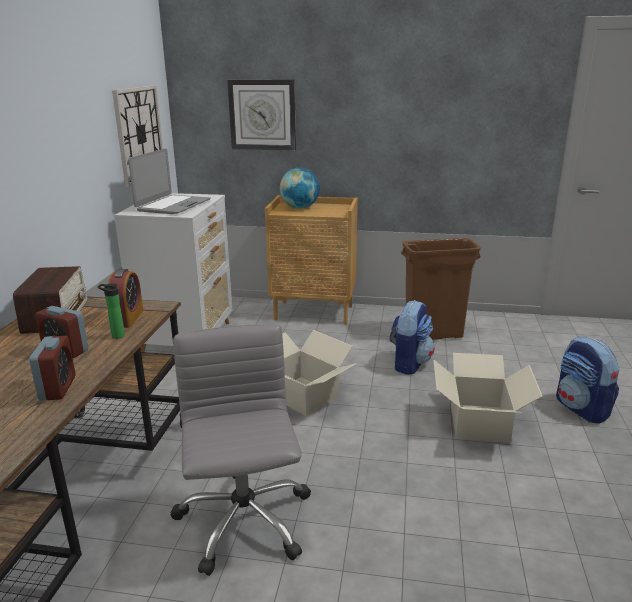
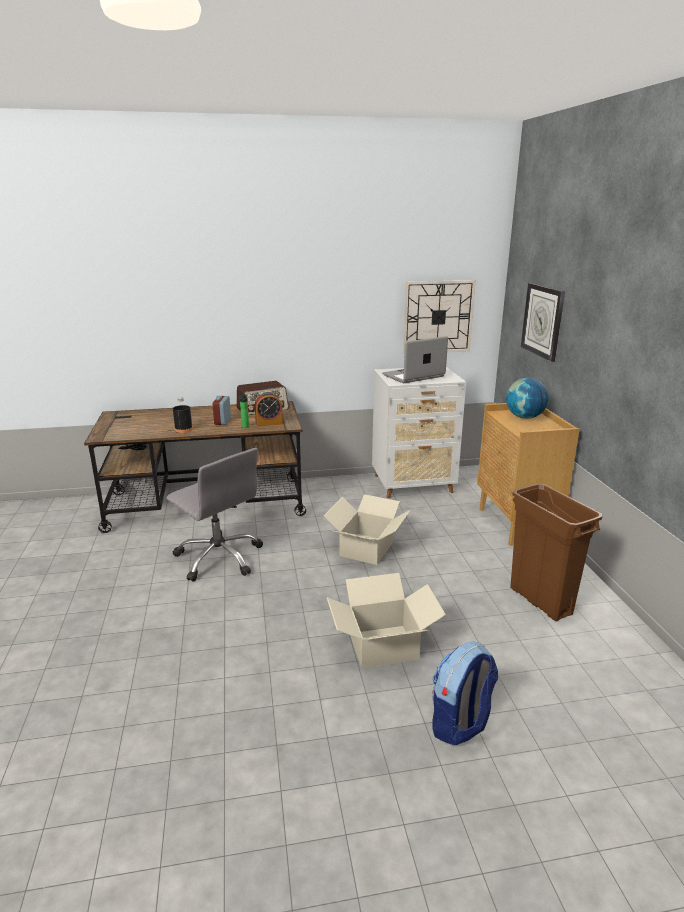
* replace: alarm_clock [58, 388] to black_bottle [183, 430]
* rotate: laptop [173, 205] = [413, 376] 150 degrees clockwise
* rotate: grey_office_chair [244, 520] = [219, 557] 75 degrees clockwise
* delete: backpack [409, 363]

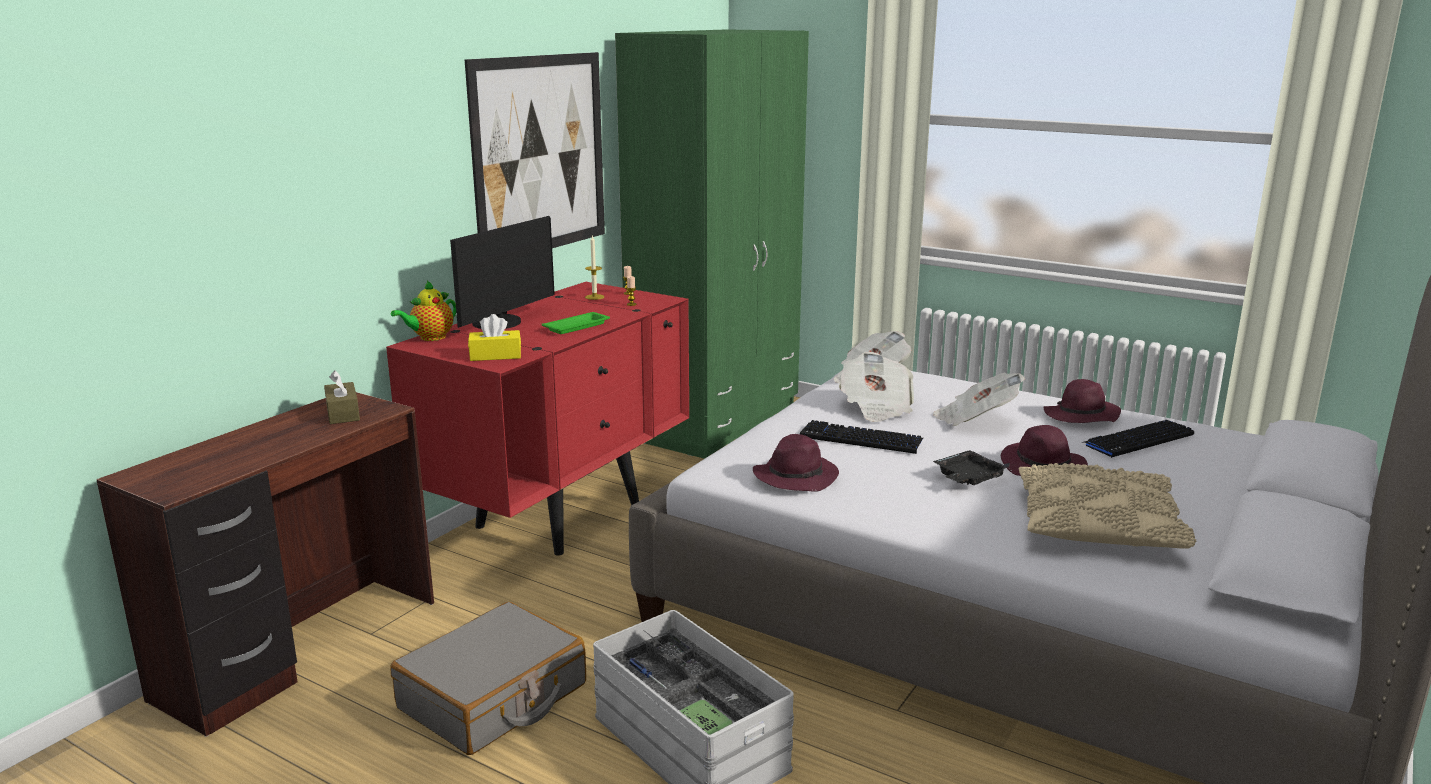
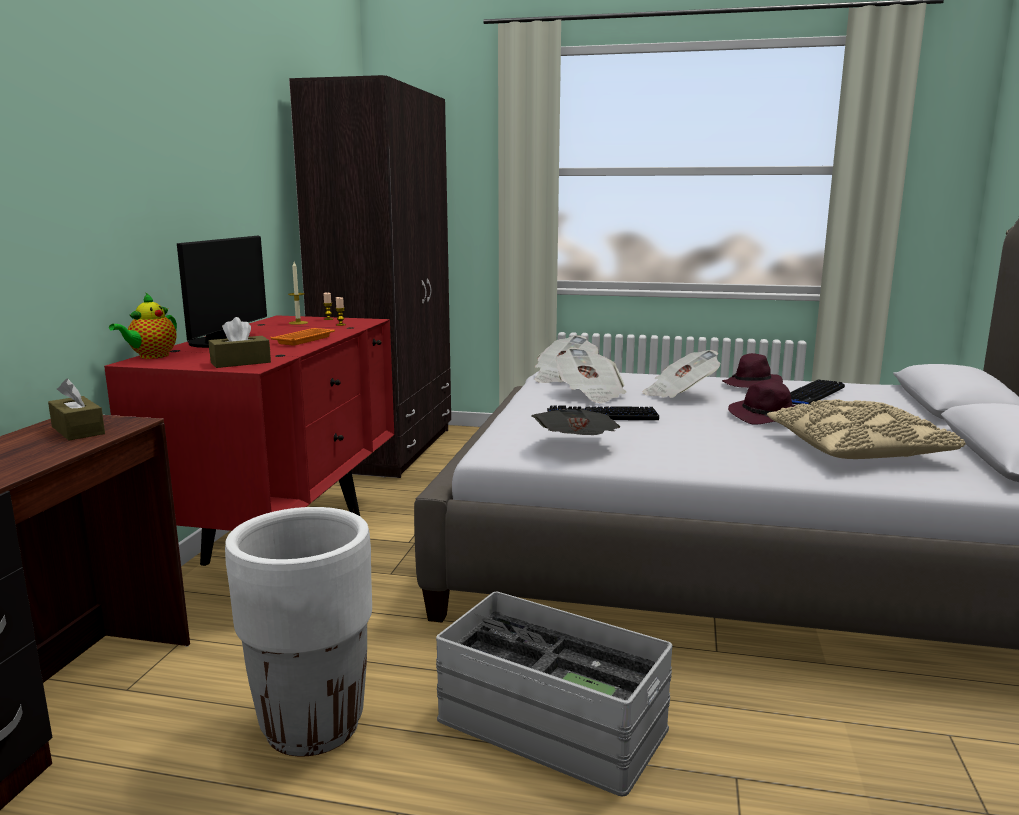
* replace: grey_suitcase [493, 697] to white_planter [312, 726]
* delete: picture [540, 155]
* recolor: yellow_tissue_box [495, 355] to brown_tissue_box [240, 362]
* recolor: green_tray [577, 326] to orange_tray [305, 340]
* recolor: green_wardrobe [717, 422] to brown_wardrobe [390, 449]
* replace: purple_hat [796, 476] to newspaper [576, 446]
* delete: black_tray [967, 478]

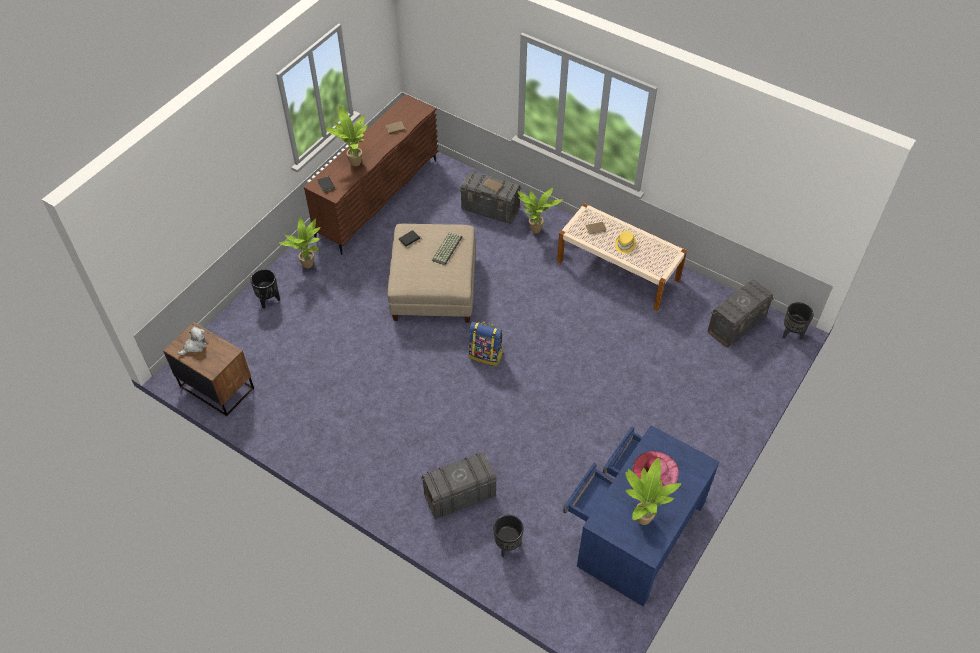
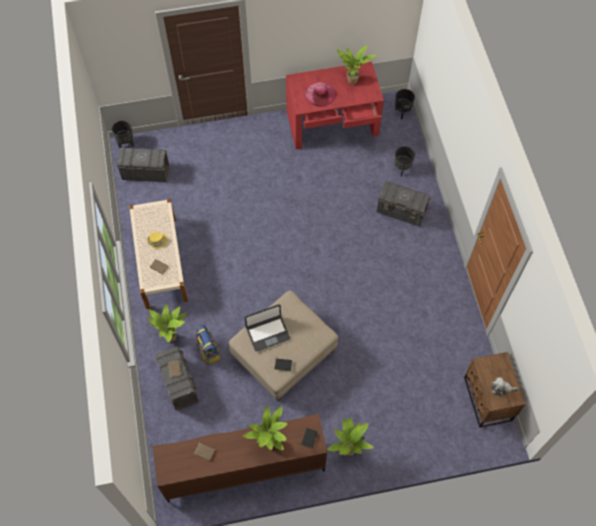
* move: black_planter [269, 300] to [402, 113]
* replace: keyboard [447, 249] to laptop [267, 333]
* move: backpack [486, 355] to [208, 351]
* recolor: blue_desk [633, 531] to red_desk [334, 127]

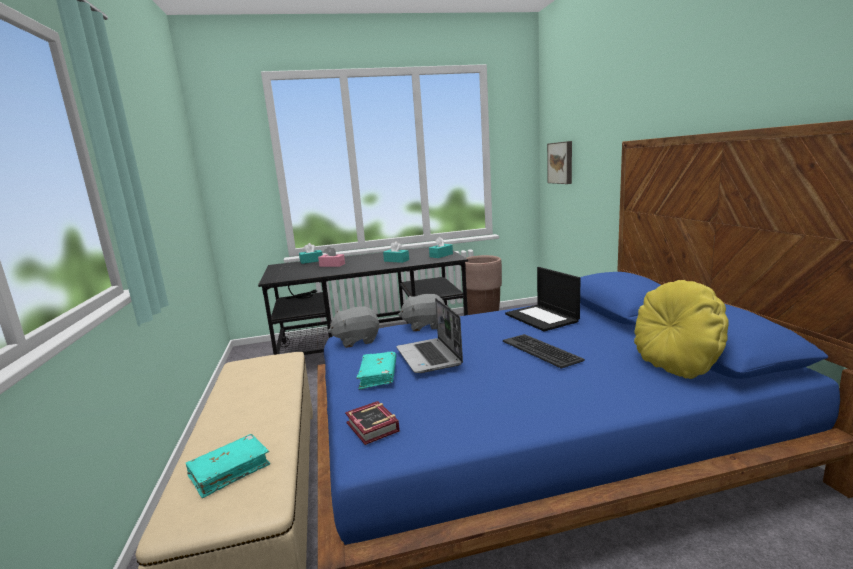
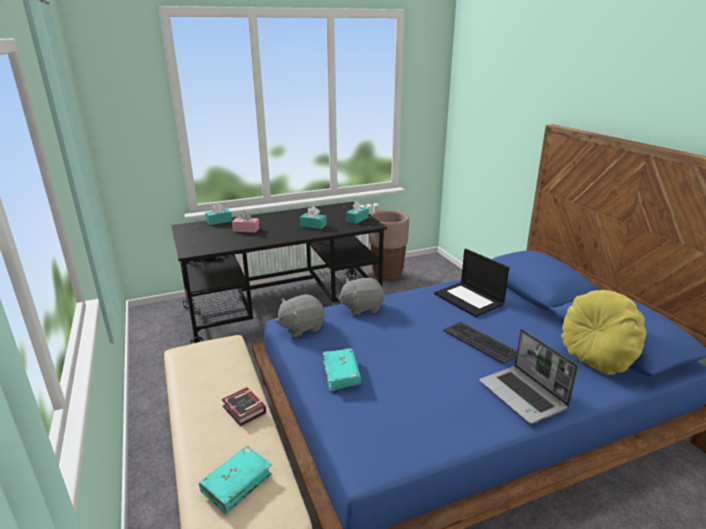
* move: book [372, 429] to [244, 411]
* move: laptop [429, 357] to [523, 395]
* delete: picture [561, 162]

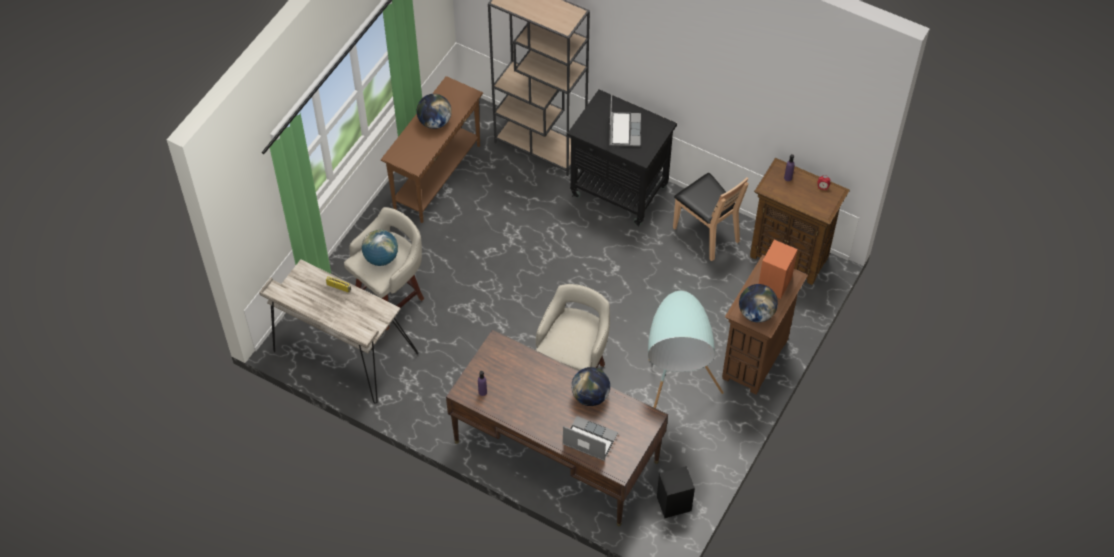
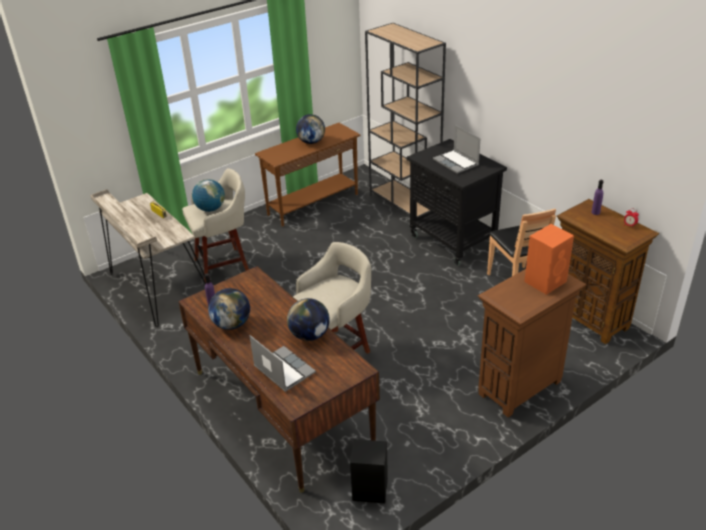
* rotate: laptop [624, 130] = [456, 162] 120 degrees clockwise
* delete: turquoise_floor_lamp [673, 406]
* move: globe [756, 313] to [232, 324]

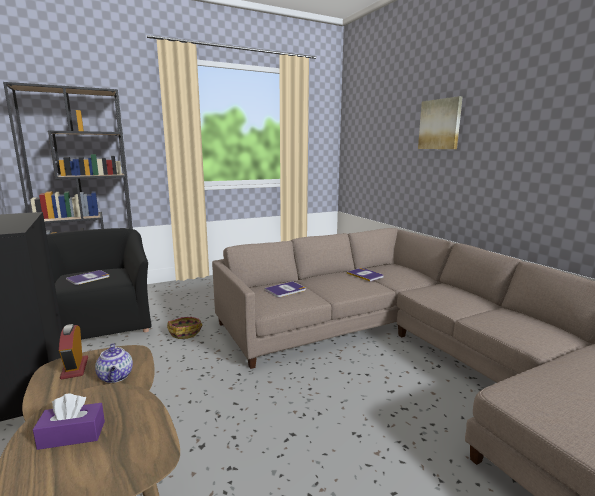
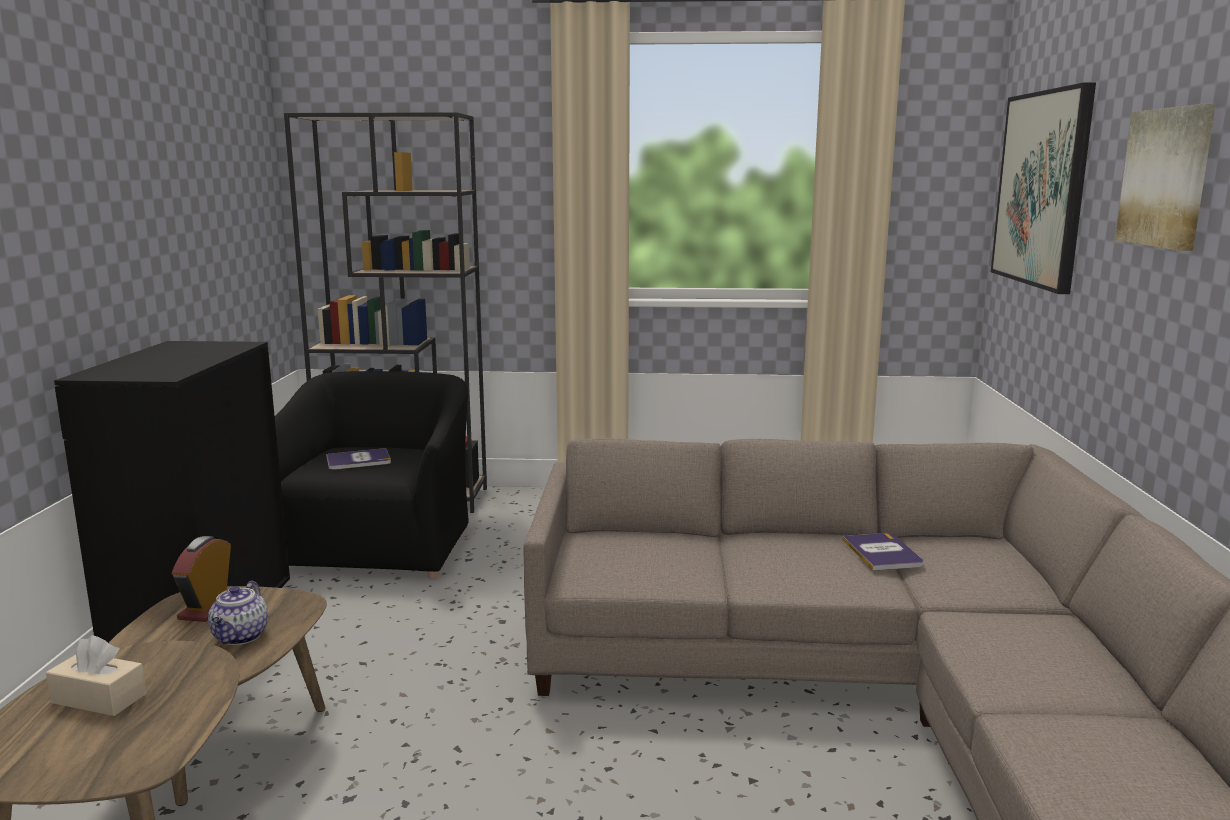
* recolor: purple_tissue_box [72, 435] to beige_tissue_box [99, 698]
* delete: basket [185, 332]
* delete: book [285, 290]
* insert: picture [1042, 188]

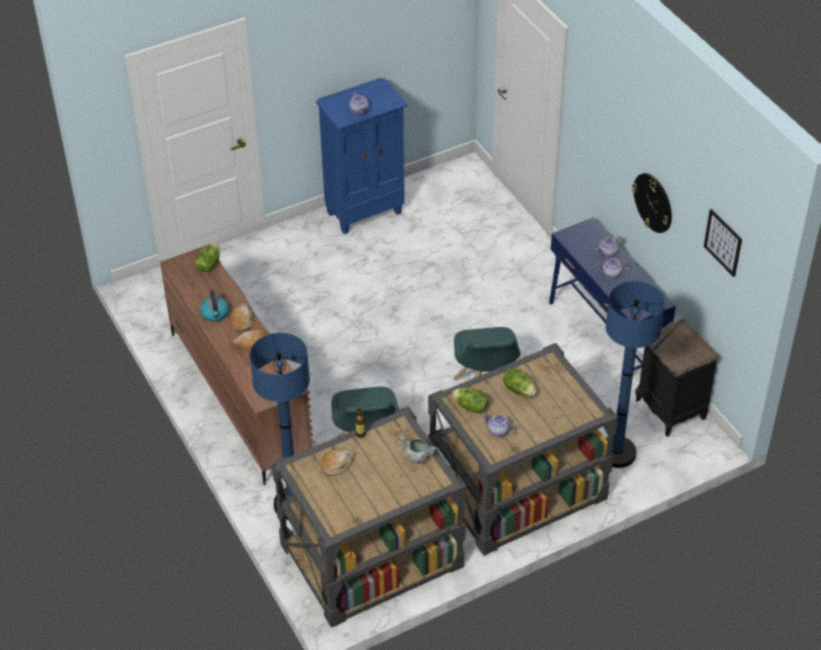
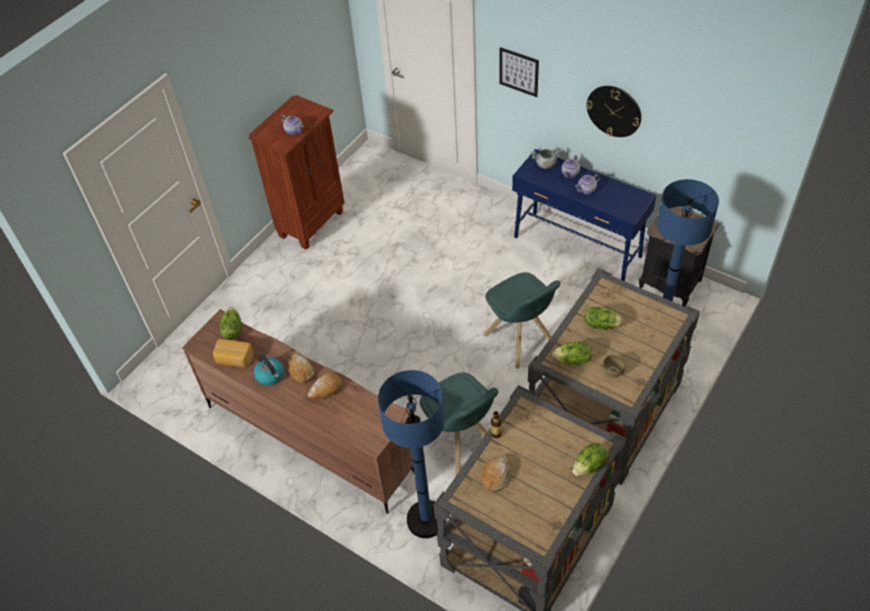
* recolor: blue_cabinet [365, 213] to brown_cabinet [312, 225]
* move: grey_cooking_pot [417, 457] to [545, 164]
* replace: teapot [498, 431] to brown_bowl [613, 372]
* move: picture [723, 242] to [519, 71]
* insert: bread [234, 359]
* insert: lettuce [590, 466]

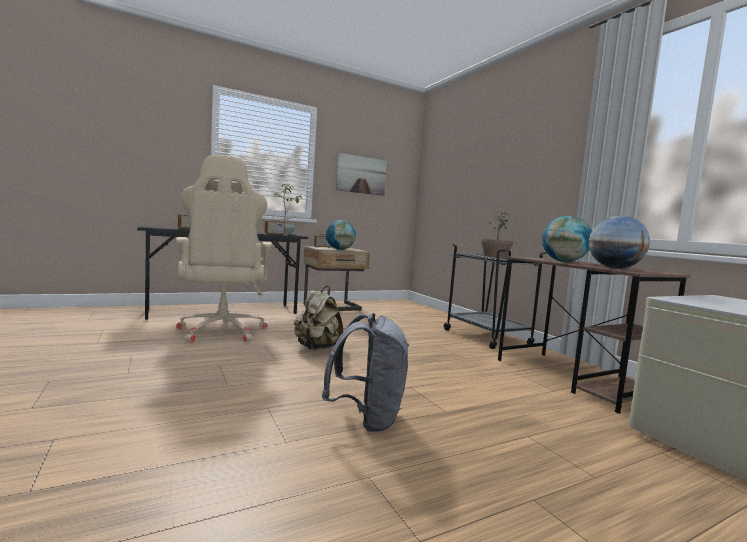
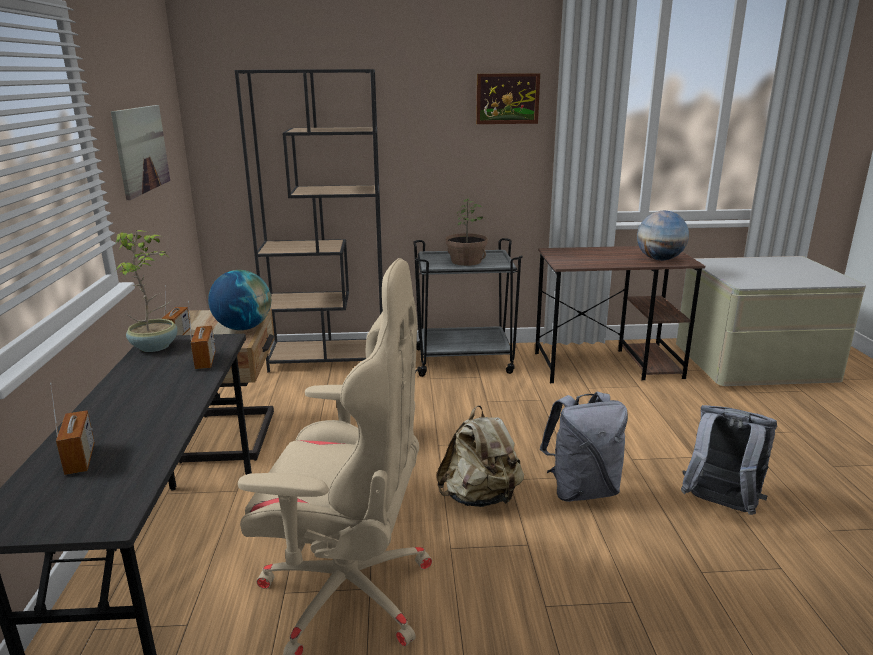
* delete: globe [564, 261]
* insert: bookcase [329, 359]
* insert: picture [507, 98]
* insert: grey_backpack [582, 490]

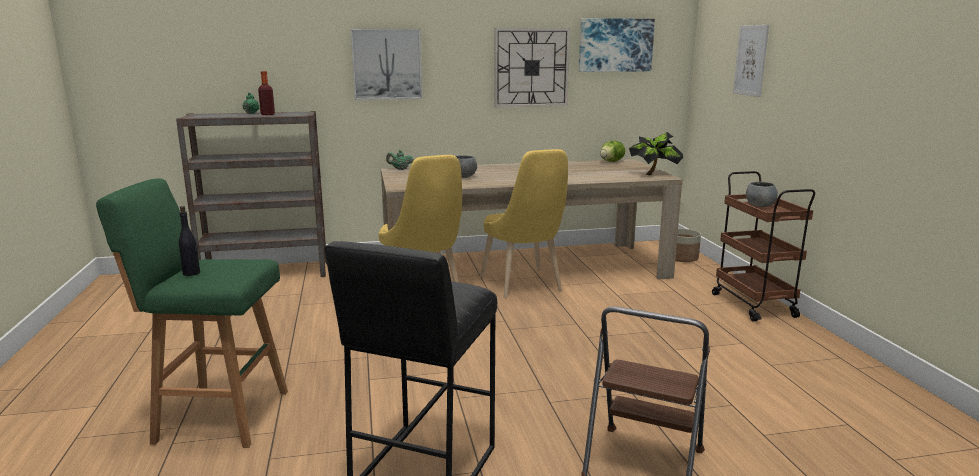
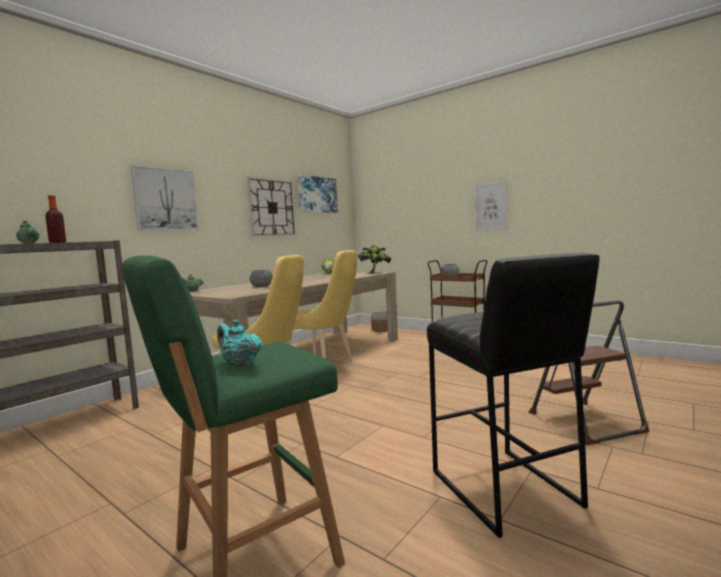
* replace: black_bottle [191, 273] to turquoise_teapot [239, 364]
* move: picture [751, 60] to [491, 206]

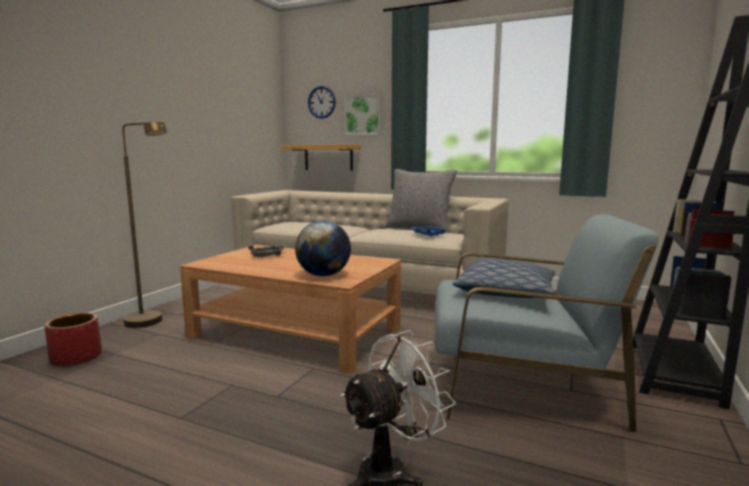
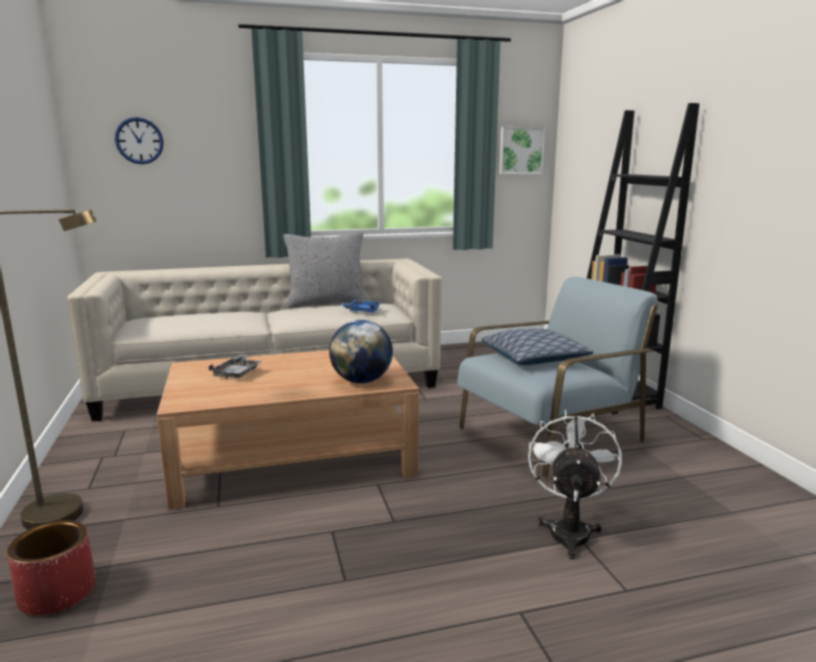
* delete: shelf [328, 157]
* move: picture [363, 115] to [520, 150]

